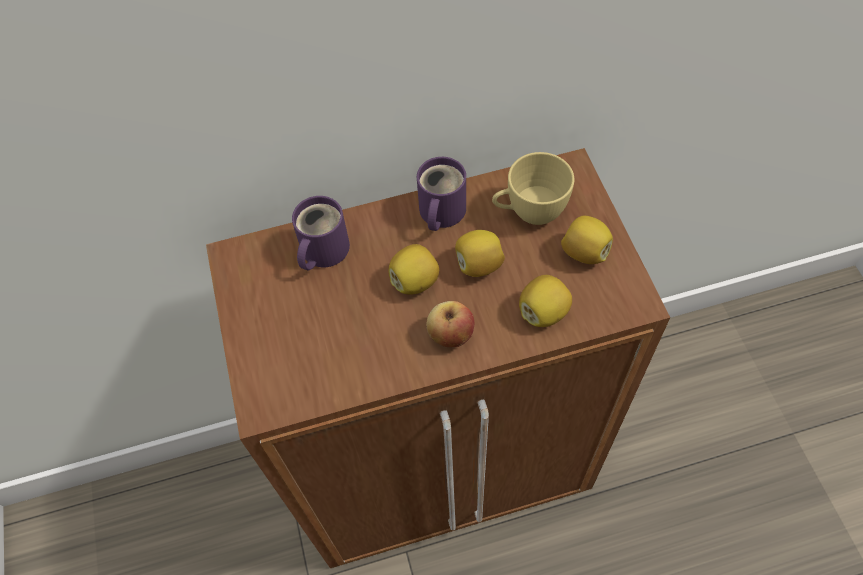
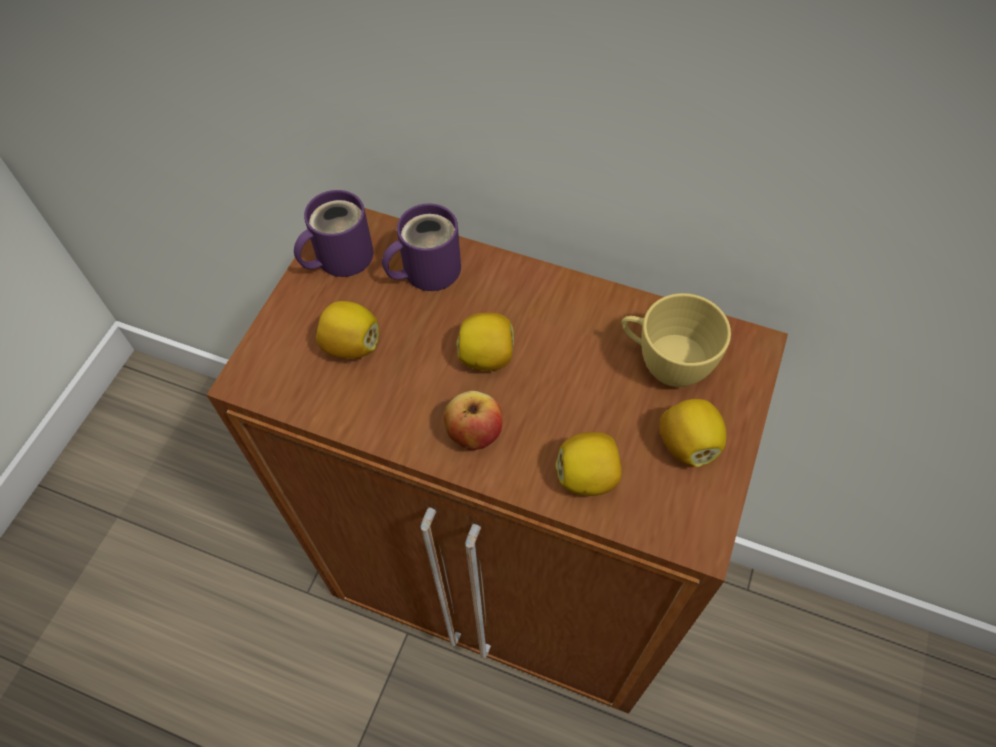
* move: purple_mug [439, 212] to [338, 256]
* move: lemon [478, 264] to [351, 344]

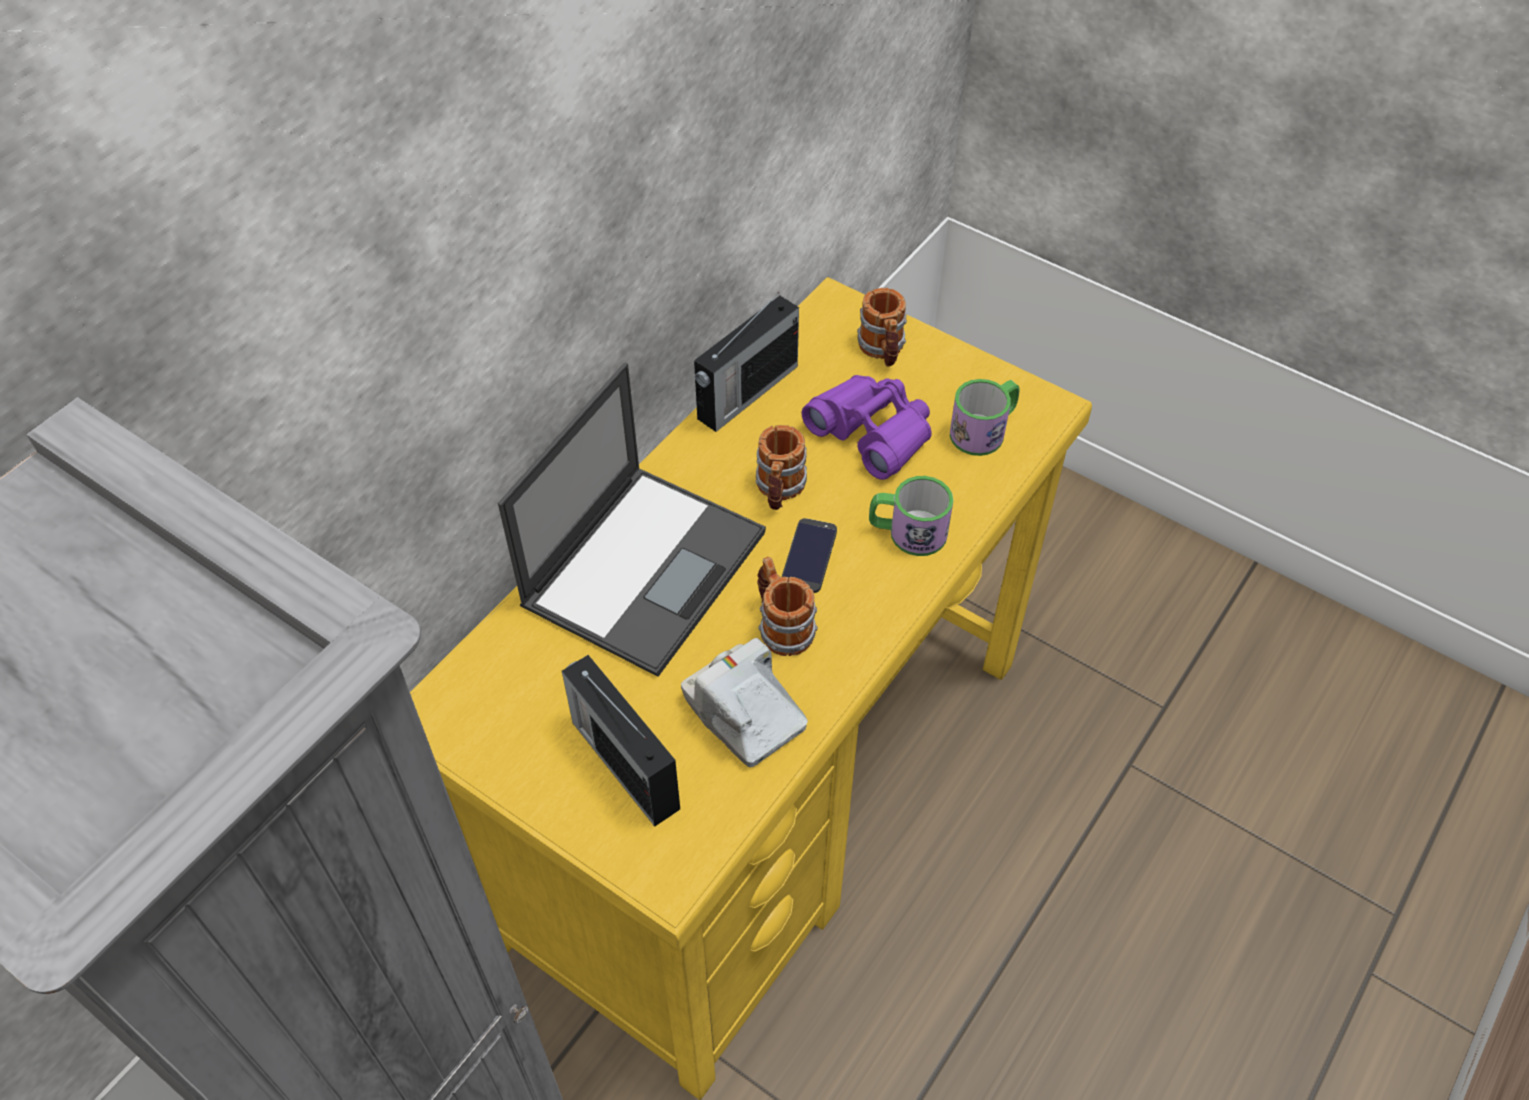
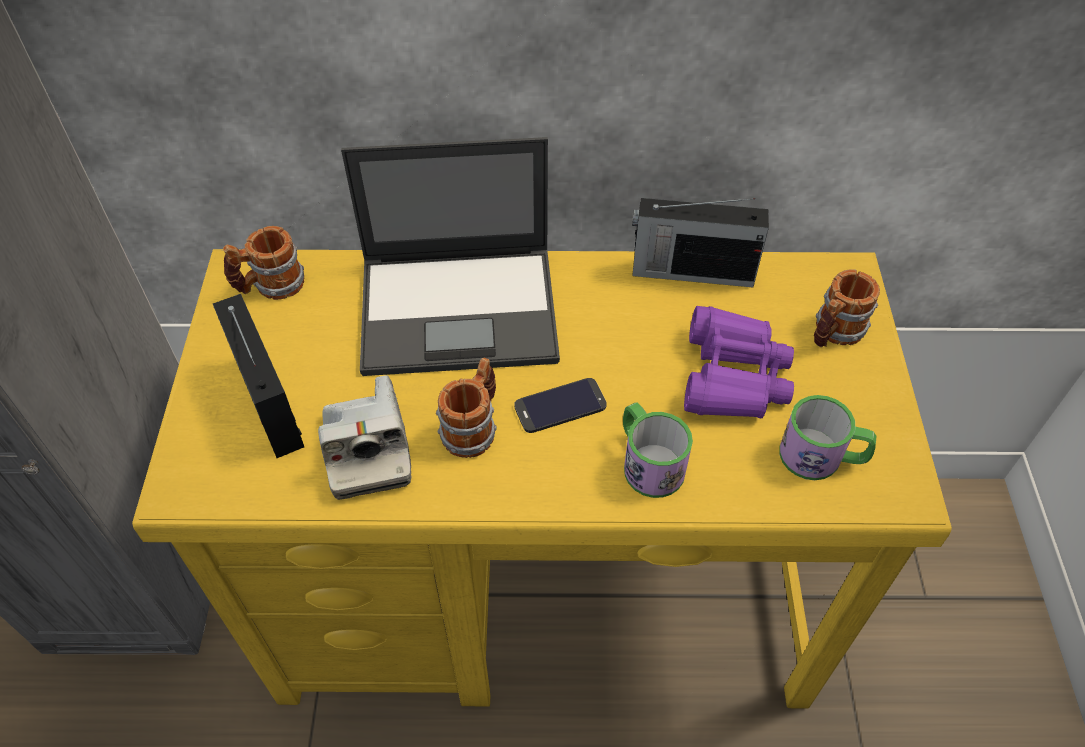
* rotate: radio [624, 762] = [269, 400] 45 degrees counterclockwise
* rotate: photo_camera [744, 713] = [367, 450] 150 degrees clockwise
* move: mug [779, 490] to [270, 286]

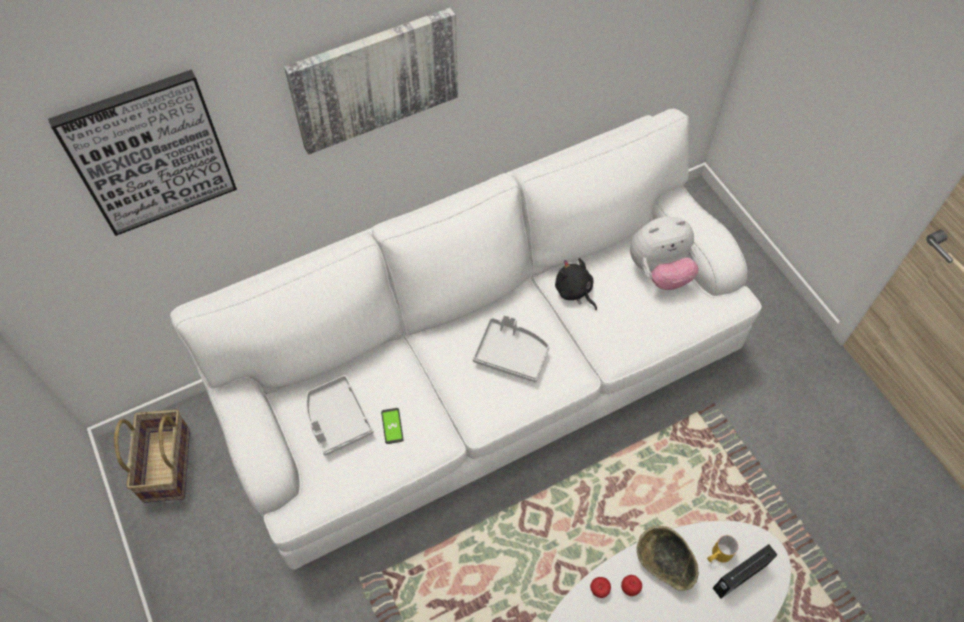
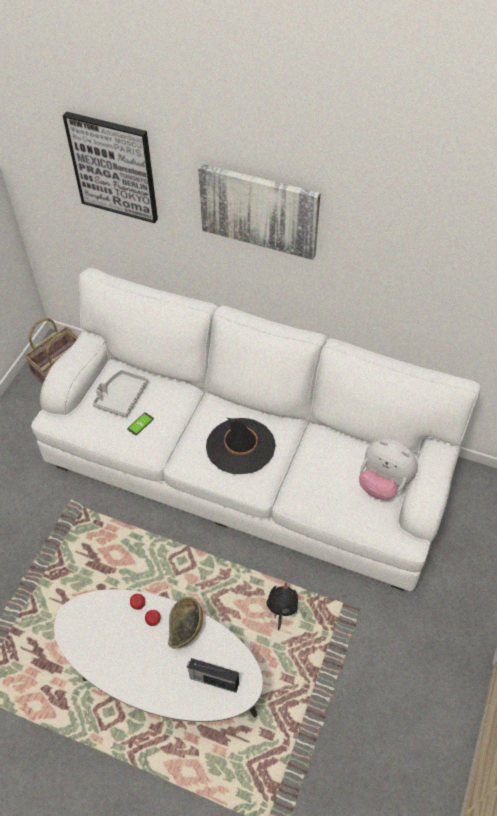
* replace: grey_tray [511, 354] to black_hat [240, 446]
* move: black_plush_toy [574, 291] to [281, 607]
* delete: yellow_mug [717, 555]

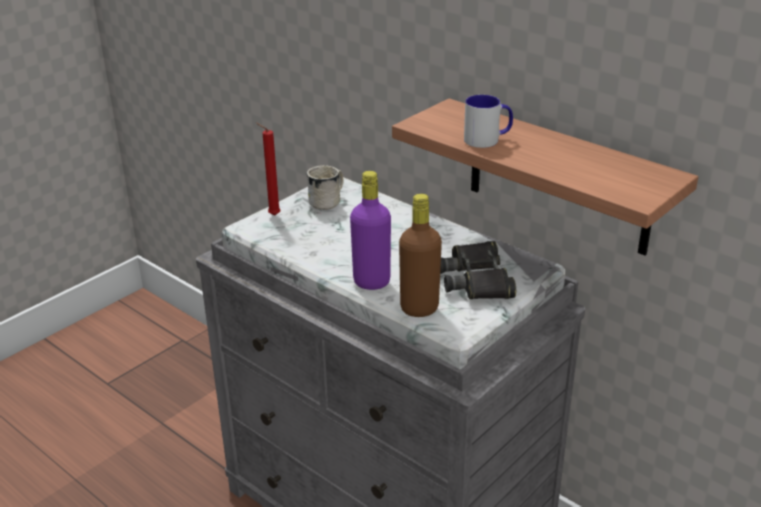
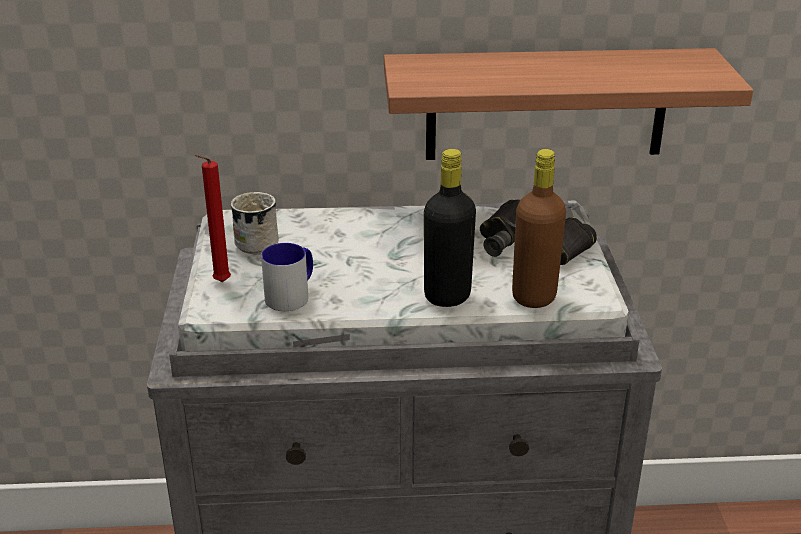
* recolor: purple_bottle [371, 282] to black_bottle [447, 296]
* move: mug [487, 139] to [292, 295]

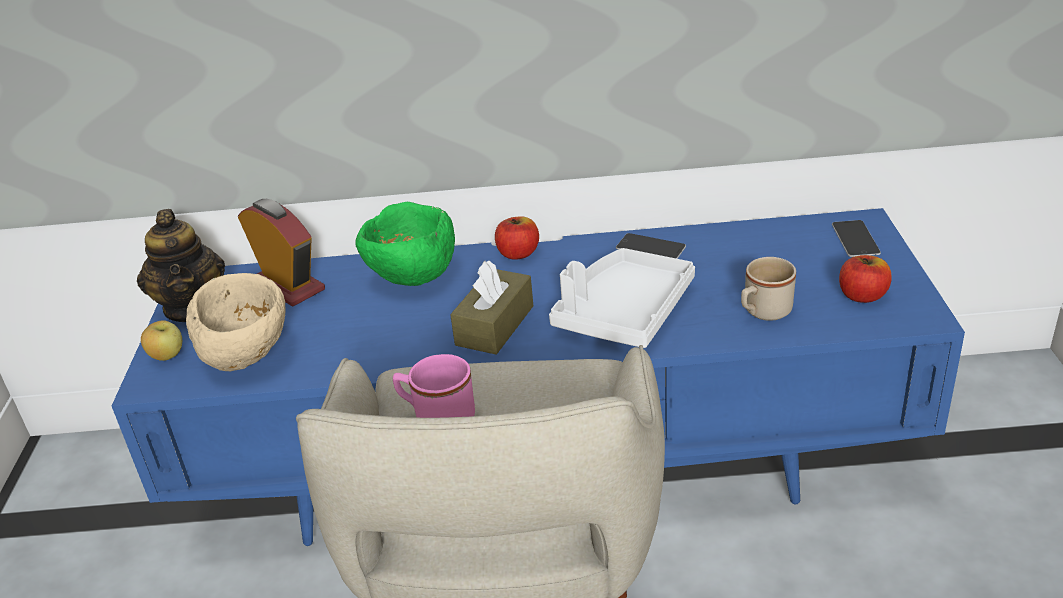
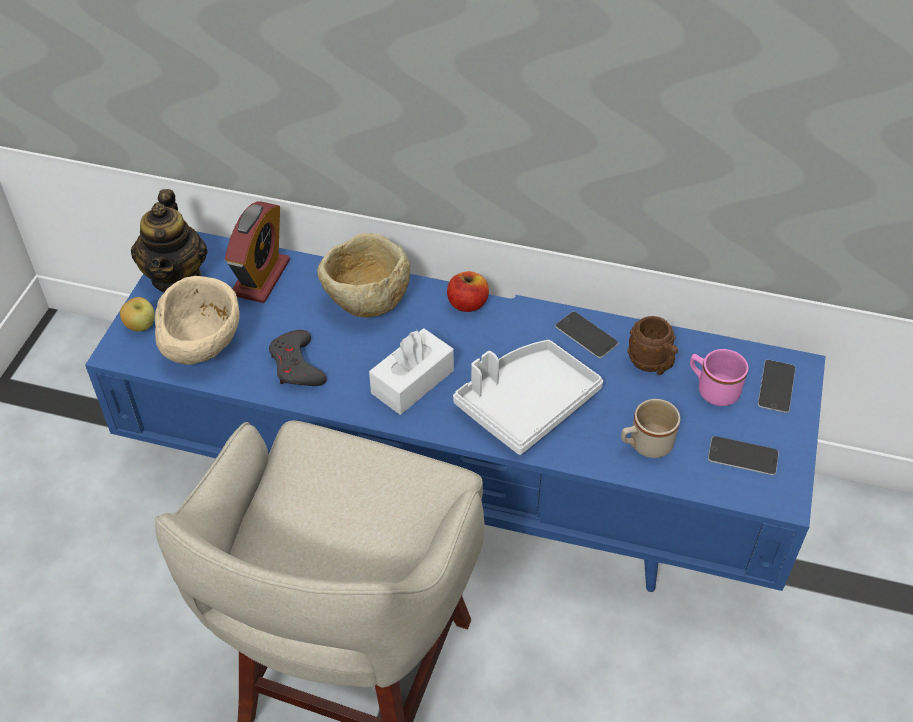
* rotate: alarm_clock [288, 286] = [261, 277] 45 degrees clockwise
* recolor: green_bowl [412, 277] to beige_bowl [366, 302]
* move: pink_mug [437, 418] to [712, 389]
* recolor: brown_tissue_box [495, 325] to white_tissue_box [412, 382]
* replace: apple [862, 296] to phone [743, 456]
* insert: grey_game_controller [297, 365]
* insert: brown_mug [652, 365]

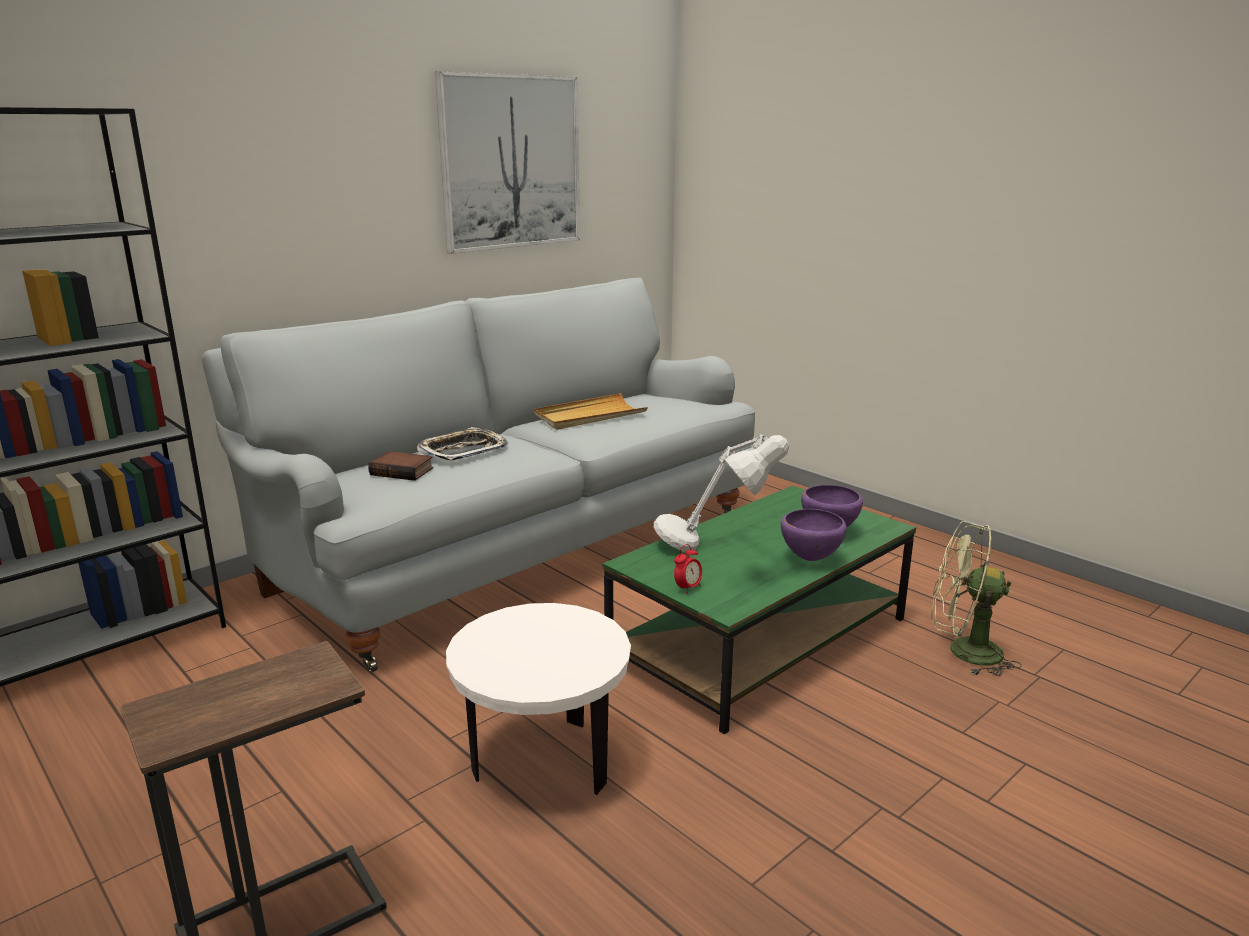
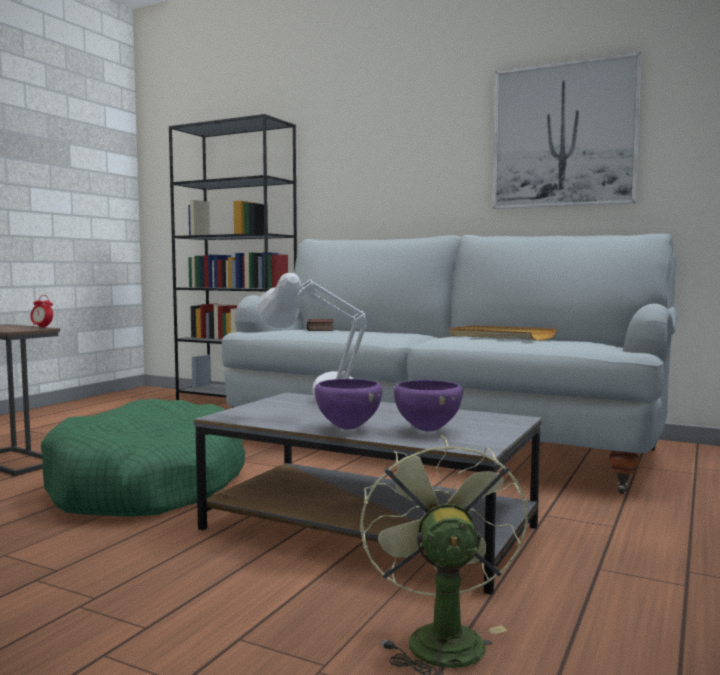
* delete: tray [463, 451]
* replace: white_side_table [542, 763] to green_dog_bed [148, 485]
* recolor: green_coffee_table [761, 638] to grey_coffee_table [371, 528]
* move: alarm_clock [687, 588] to [42, 327]

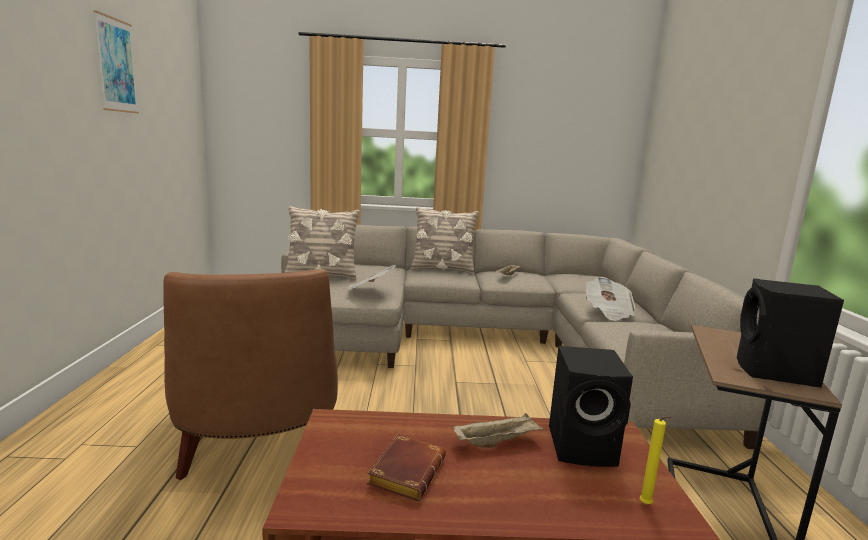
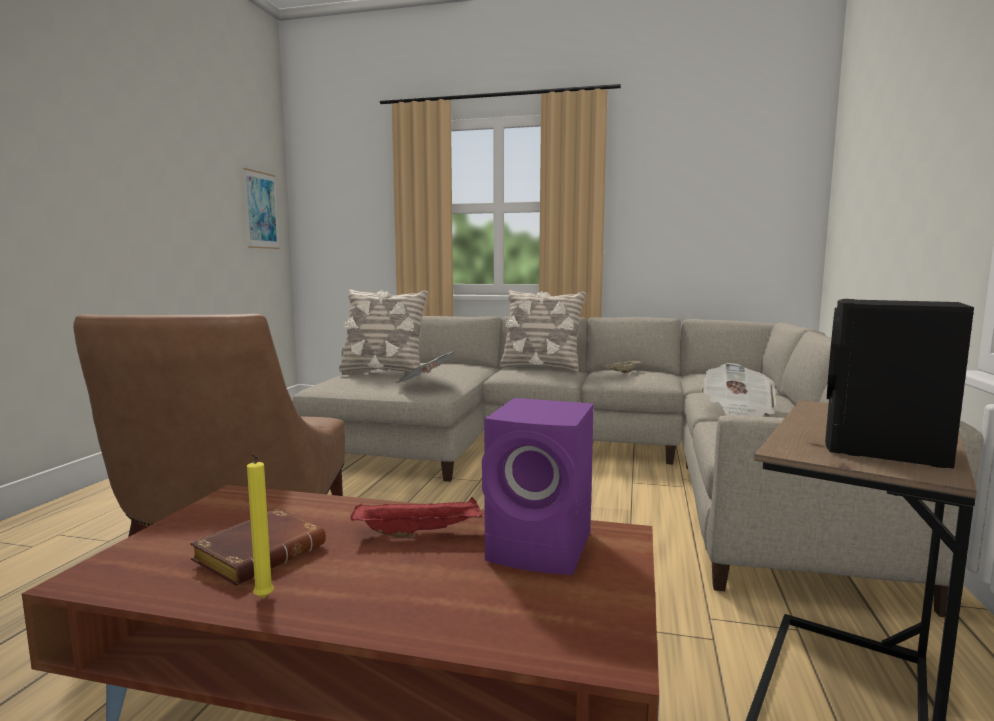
* move: picture [116, 65] to [261, 210]
* recolor: beige_tray [497, 442] to red_tray [420, 533]
* recolor: black_speaker [584, 446] to purple_speaker [544, 548]
* move: yellow_candle [647, 505] to [263, 599]

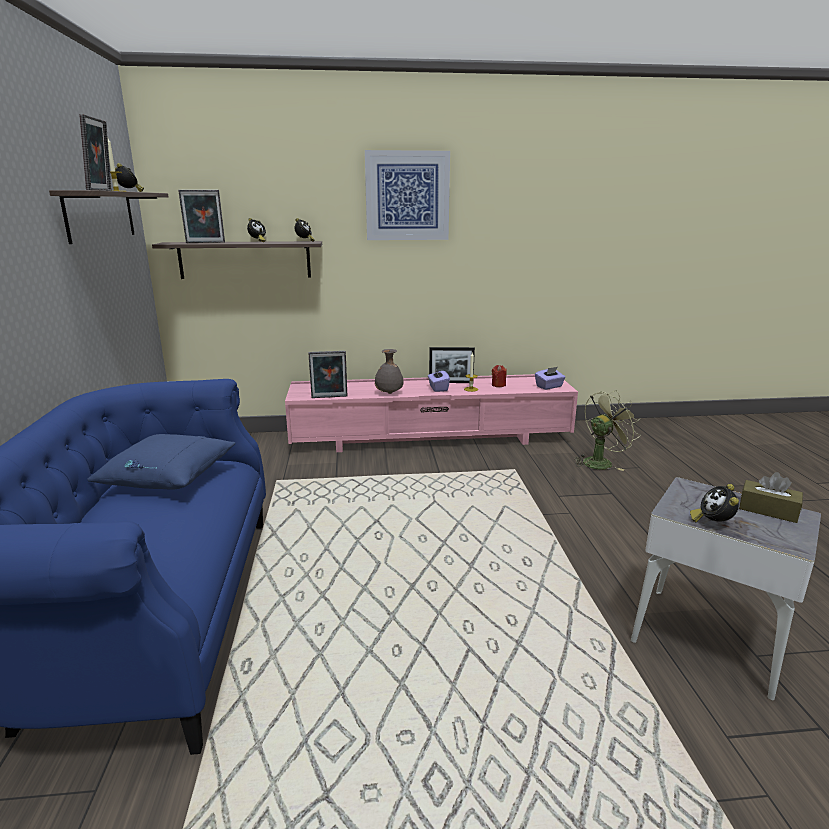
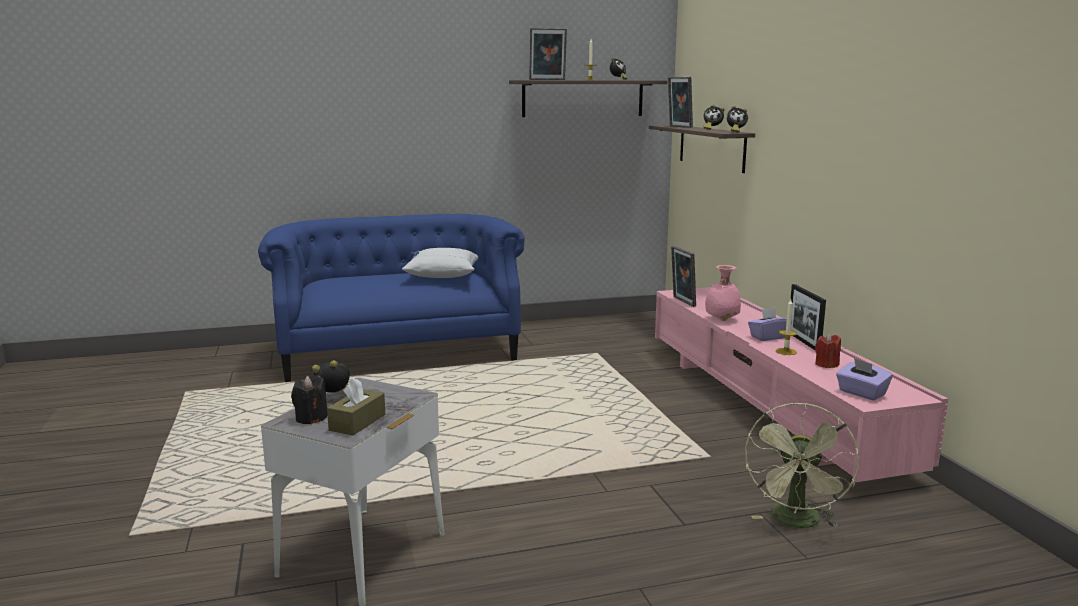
* recolor: blue_pillow [169, 478] to grey_pillow [442, 276]
* delete: picture [407, 196]
* recolor: grey_vase [389, 393] to pink_vase [721, 319]
* rotate: green_fan [601, 462] = [797, 523] 60 degrees clockwise
* insert: black_candle [311, 418]

